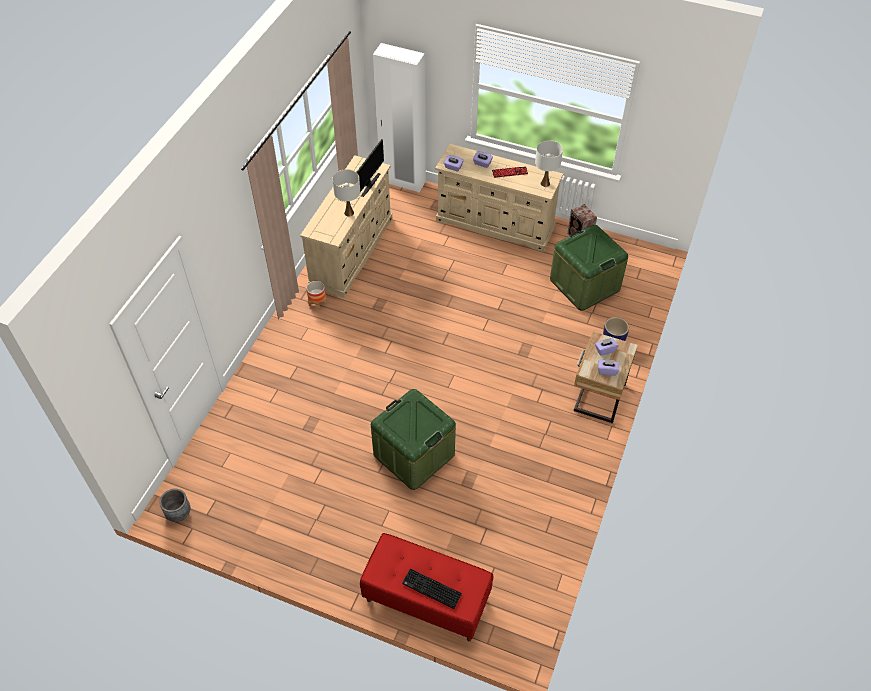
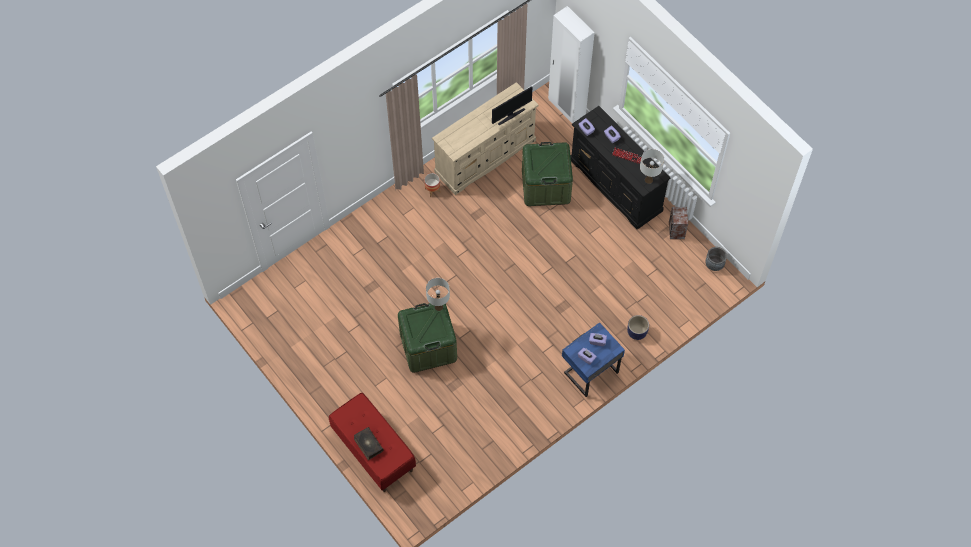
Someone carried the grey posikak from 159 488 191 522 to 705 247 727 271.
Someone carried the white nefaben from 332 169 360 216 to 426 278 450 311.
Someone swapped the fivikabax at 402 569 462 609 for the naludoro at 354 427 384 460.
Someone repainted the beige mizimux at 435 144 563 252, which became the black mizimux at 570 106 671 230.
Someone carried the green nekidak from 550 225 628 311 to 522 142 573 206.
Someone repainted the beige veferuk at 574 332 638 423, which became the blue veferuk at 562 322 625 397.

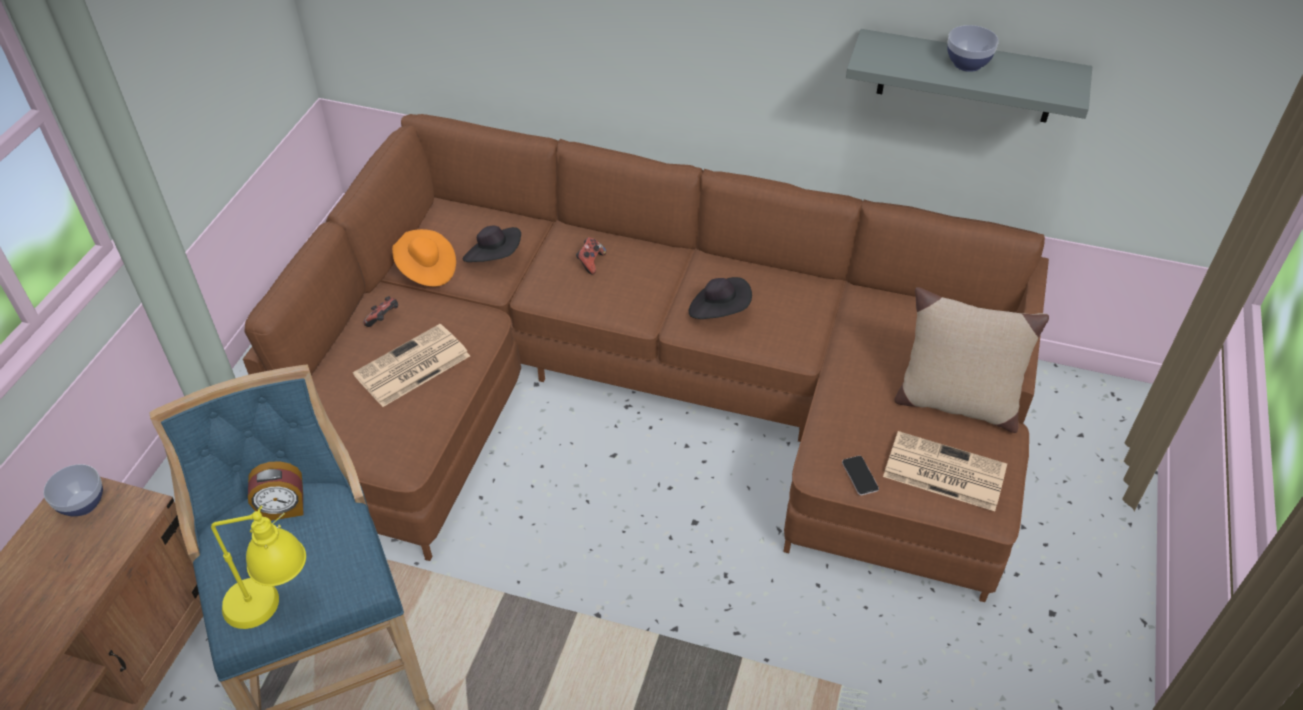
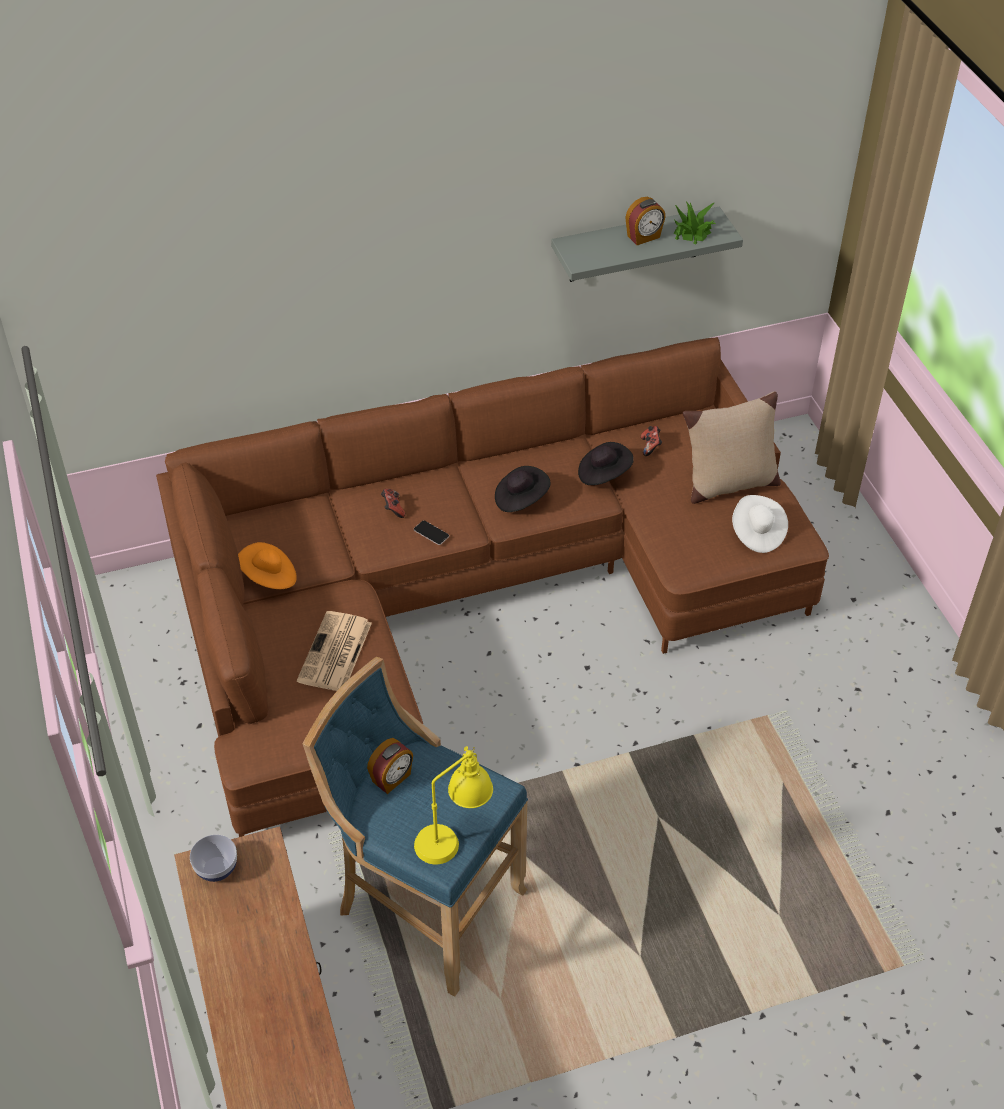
Someone carried the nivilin from 363 296 398 327 to 641 426 662 456.
Someone carried the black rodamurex from 463 226 521 262 to 578 442 634 485.
Someone carried the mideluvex from 842 456 879 495 to 414 520 449 545.
Someone swapped the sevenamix at 883 431 1007 511 for the white rodamurex at 732 495 788 553.
Someone swapped the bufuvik at 947 25 999 72 for the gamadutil at 625 197 666 245.
Someone put down the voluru at 673 202 716 244.

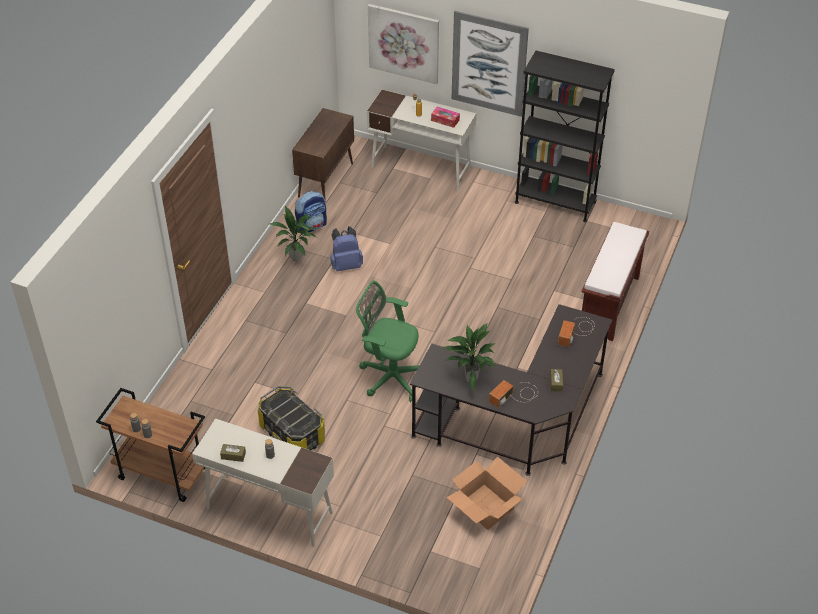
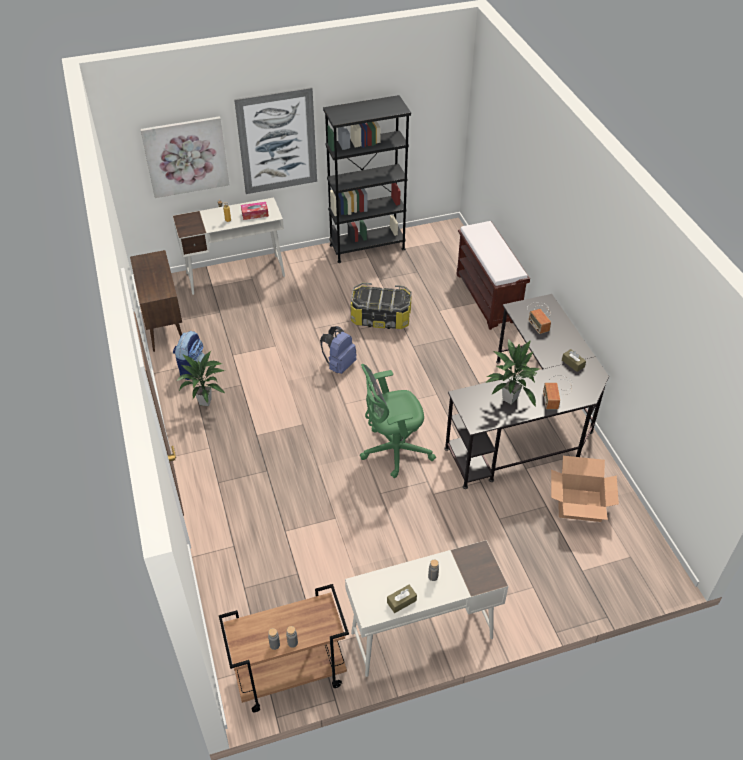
Someone carried the nekidak from 258 386 325 451 to 351 283 412 329.
Someone carried the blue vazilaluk from 330 226 363 271 to 320 326 357 374.

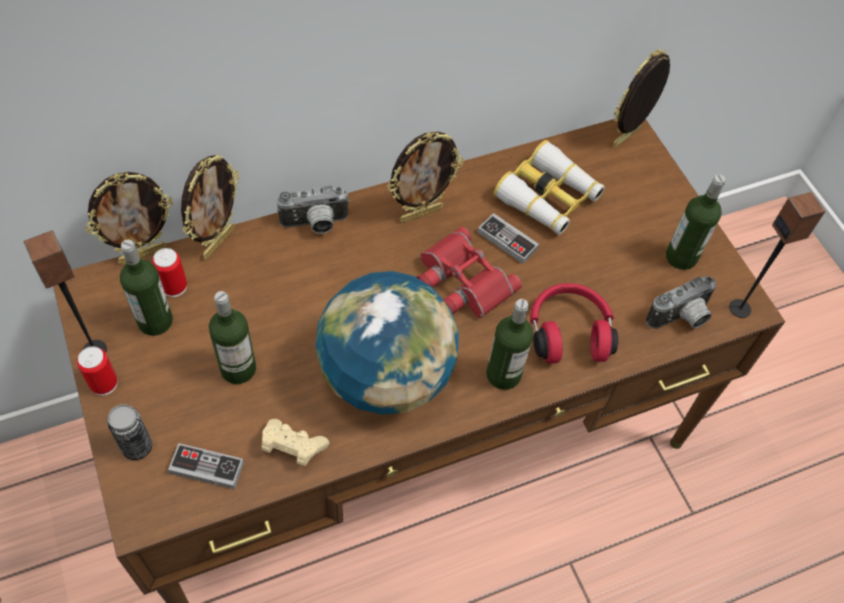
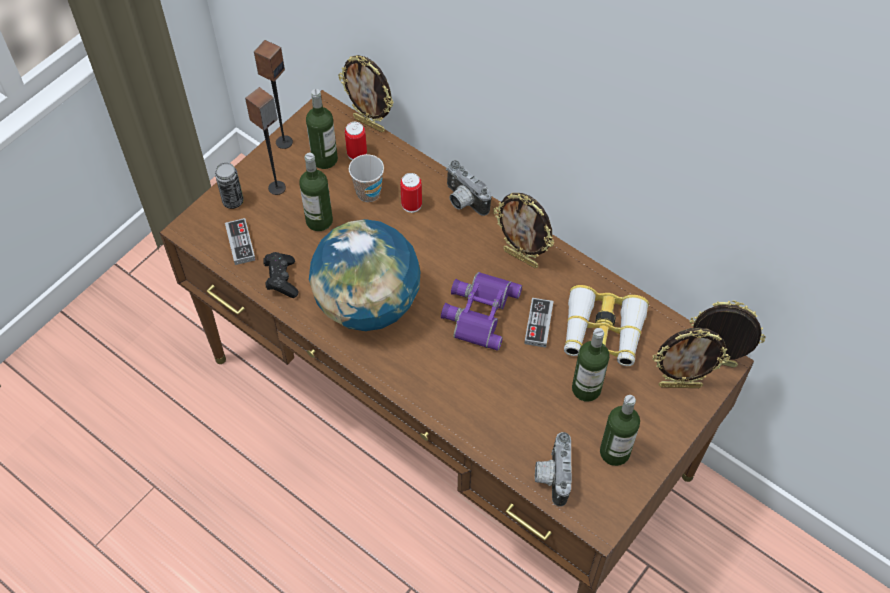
Someone carried the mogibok from 77 346 118 395 to 400 173 422 213.
Someone carried the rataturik from 181 154 239 259 to 653 328 730 388.
Someone repainted the beige nivilin at 262 419 330 466, which became the black nivilin at 263 252 298 298.
Someone repainted the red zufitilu at 416 227 522 318, which became the purple zufitilu at 441 272 522 351.
Someone carried the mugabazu from 486 299 533 390 to 572 328 609 401.
Someone took away the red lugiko at 530 283 618 364.
Someone rotated the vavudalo at 646 276 717 329 by 60 degrees clockwise.
Someone carried the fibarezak from 729 192 826 318 to 245 87 286 195.
Someone put down the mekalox at 349 154 384 202.

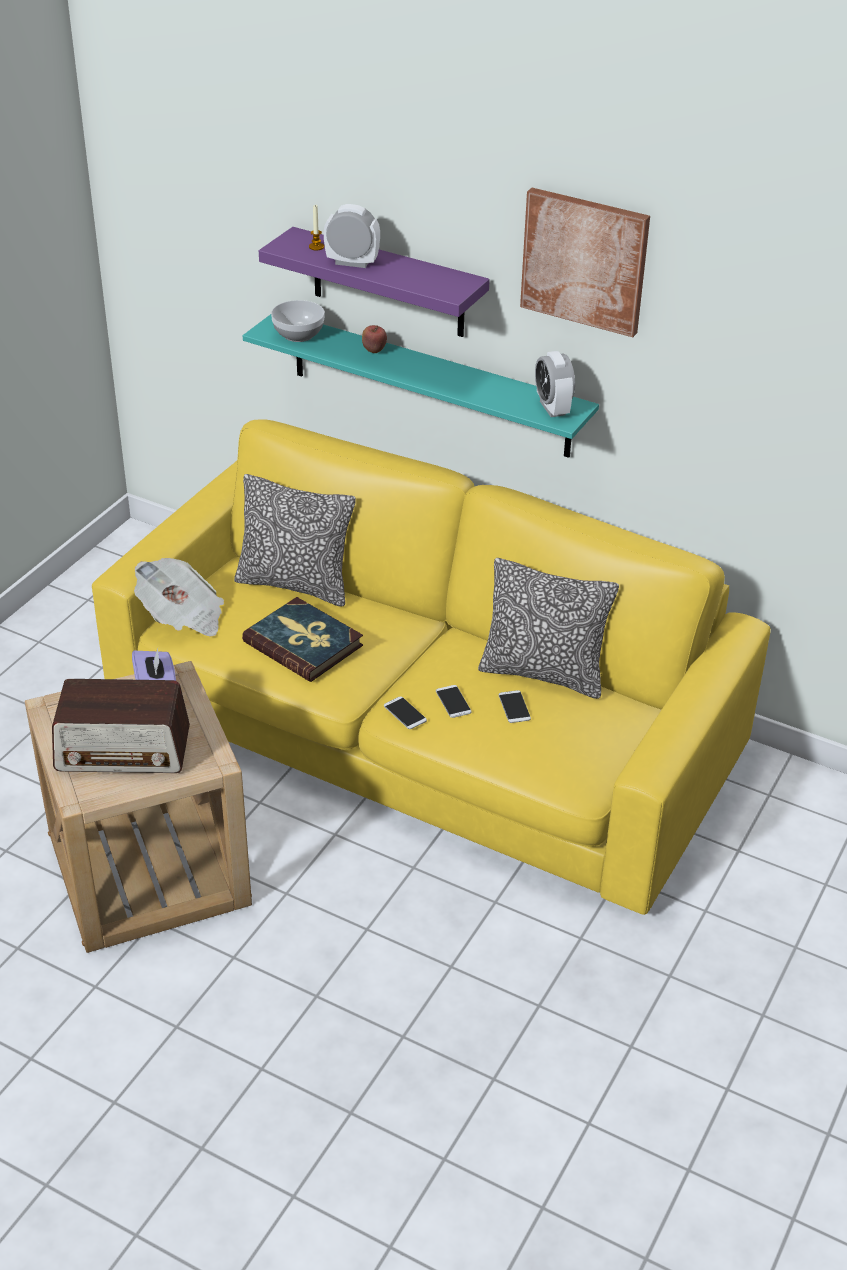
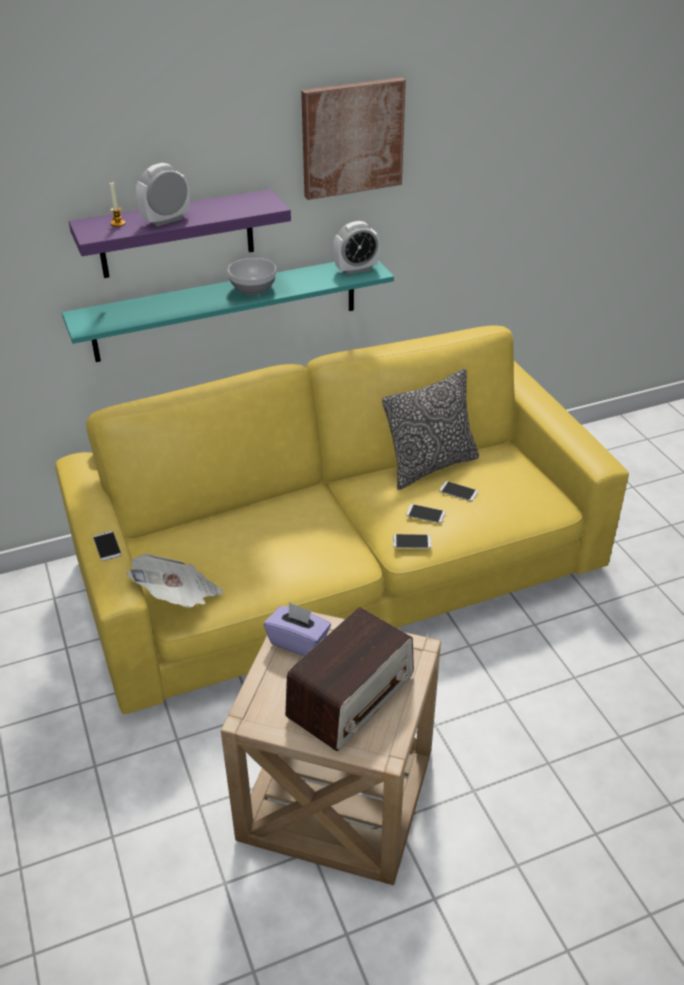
Someone took away the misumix at 234 474 356 607.
Someone took away the naludoro at 242 597 363 682.
Someone carried the bufuvik from 271 300 325 342 to 228 258 276 295.
Someone took away the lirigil at 362 325 387 353.
Someone rotated the gamadutil at 535 351 575 417 by 45 degrees counterclockwise.
Someone put down the mideluvex at 93 531 122 561.

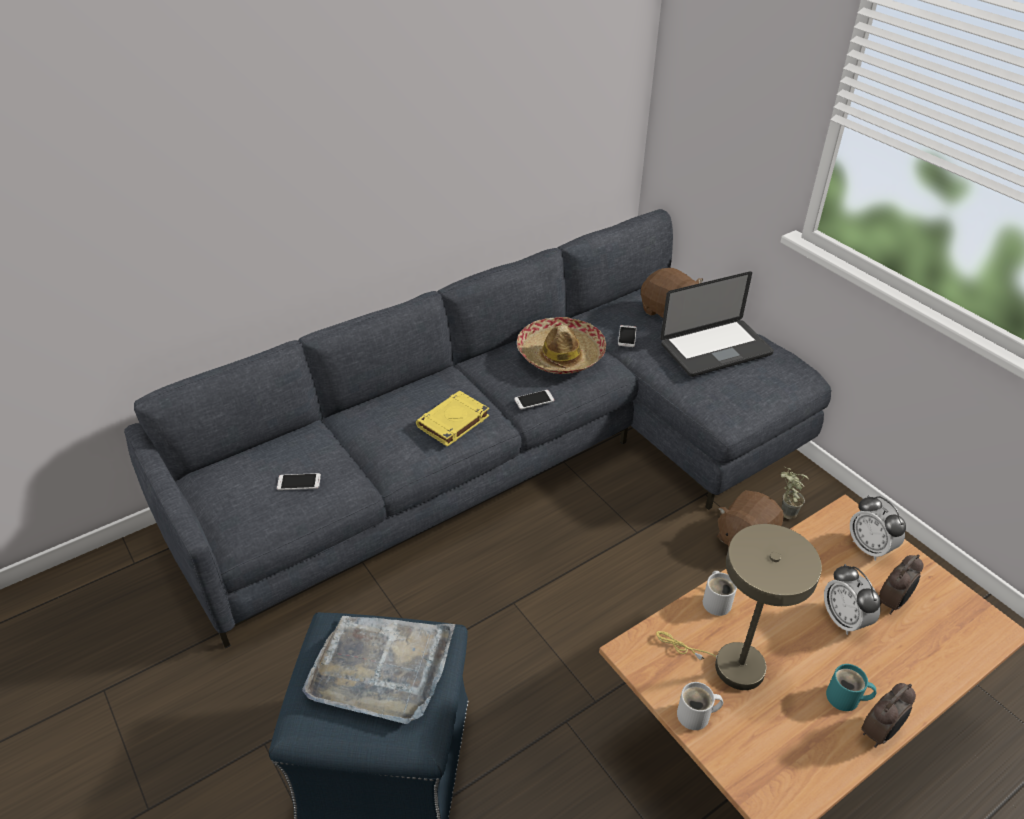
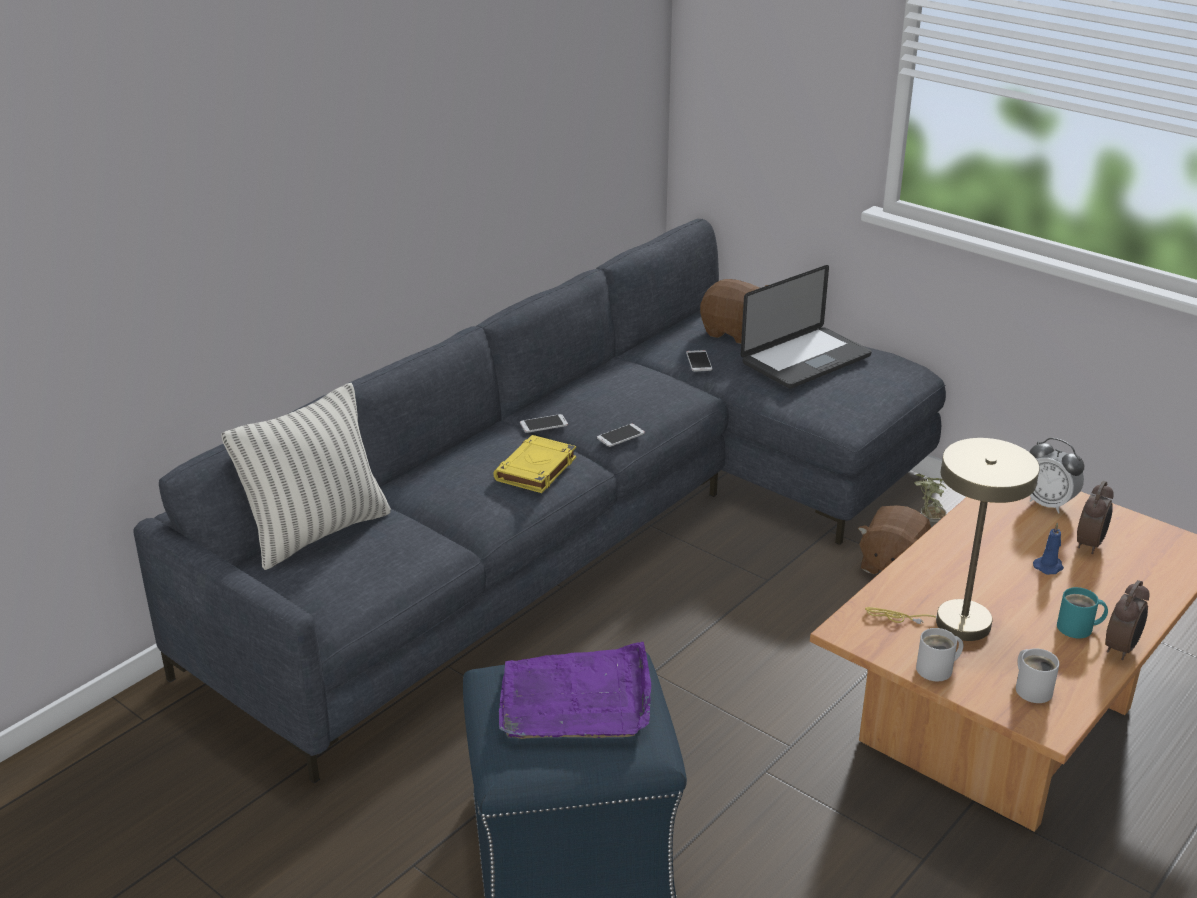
Someone carried the mideluvex from 277 473 321 490 to 520 414 568 433.
Someone repainted the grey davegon at 302 616 455 724, which became the purple davegon at 499 642 651 739.
Someone took away the rodamurex at 517 317 606 374.
Someone carried the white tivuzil from 703 571 737 616 to 1016 648 1059 703.
Someone swapped the gamadutil at 824 564 881 635 for the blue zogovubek at 1033 522 1064 575.
Someone put down the misumix at 221 383 391 570.

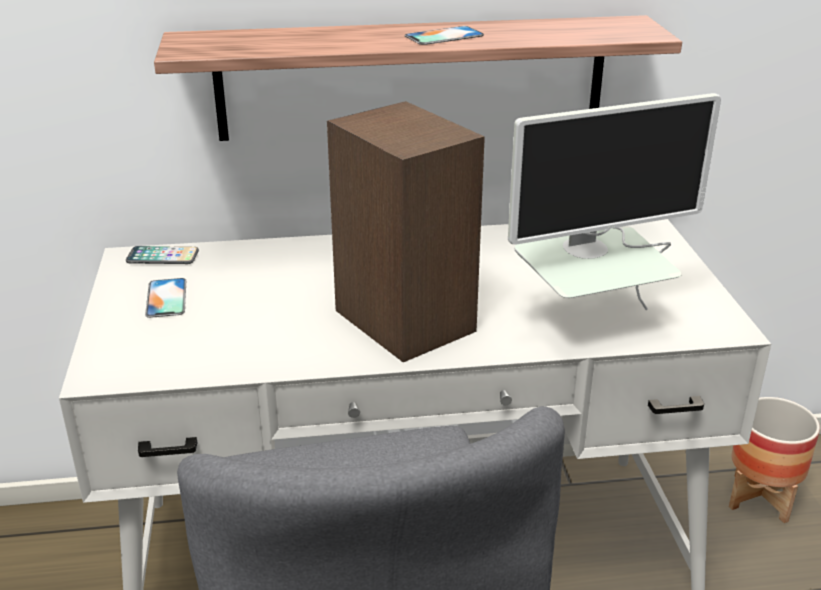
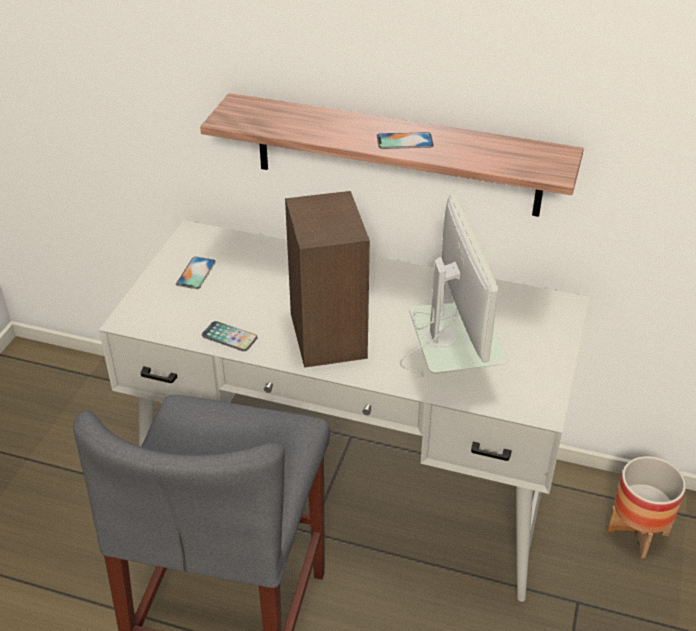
Someone carried the mideluvex from 126 246 199 264 to 202 321 258 351.
Someone rotated the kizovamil at 508 93 721 310 by 105 degrees counterclockwise.

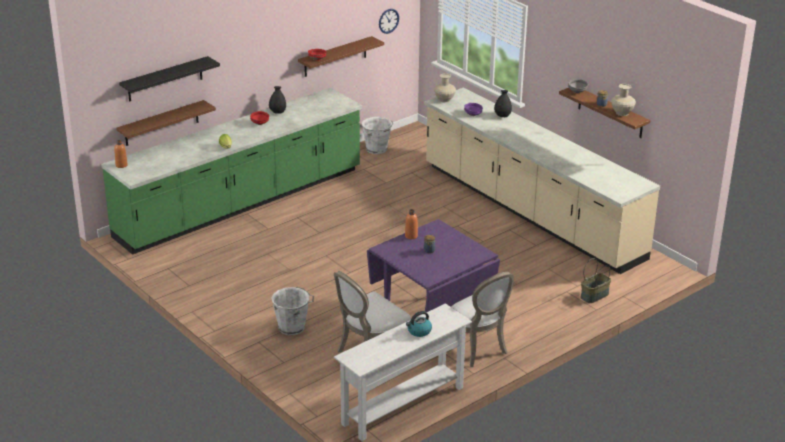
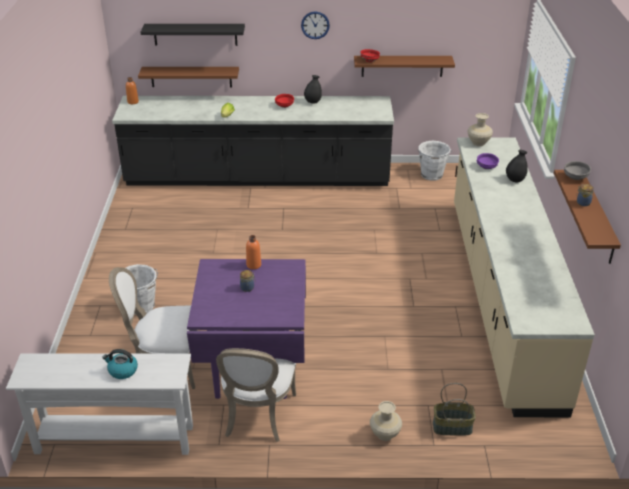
Someone repainted the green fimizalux at 101 88 362 255, which became the black fimizalux at 112 96 394 186.
Someone carried the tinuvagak from 379 9 399 34 to 301 11 330 39.
Someone carried the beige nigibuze from 611 84 636 116 to 370 401 402 441.

